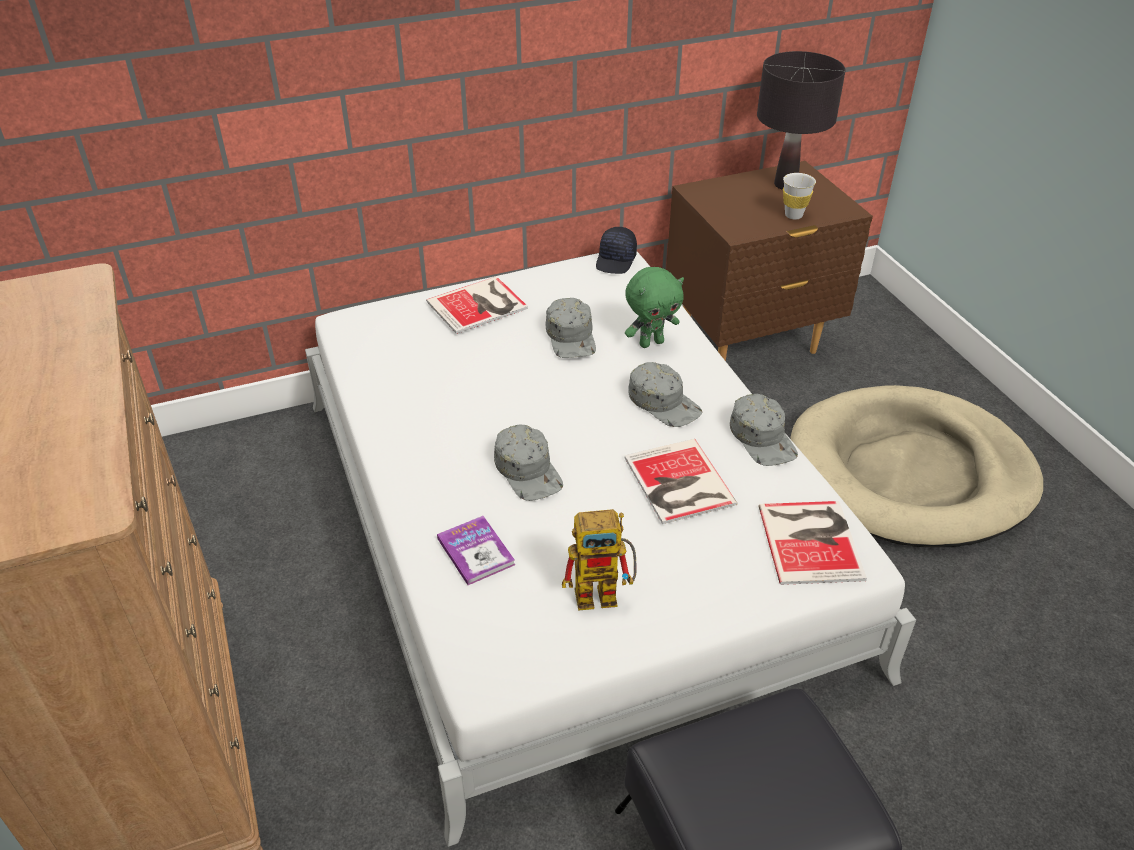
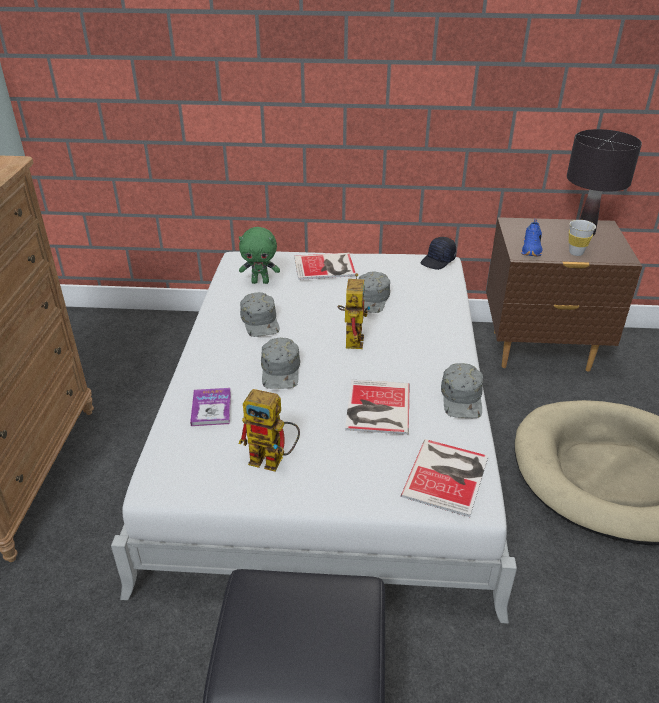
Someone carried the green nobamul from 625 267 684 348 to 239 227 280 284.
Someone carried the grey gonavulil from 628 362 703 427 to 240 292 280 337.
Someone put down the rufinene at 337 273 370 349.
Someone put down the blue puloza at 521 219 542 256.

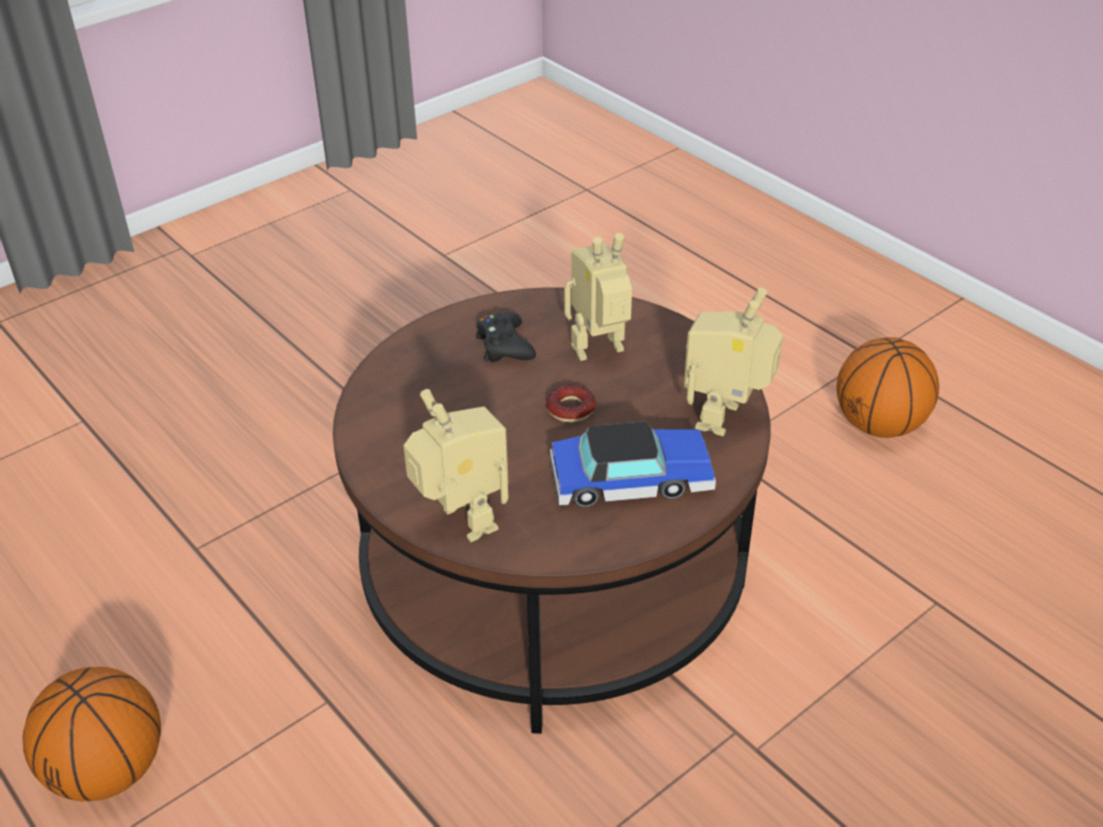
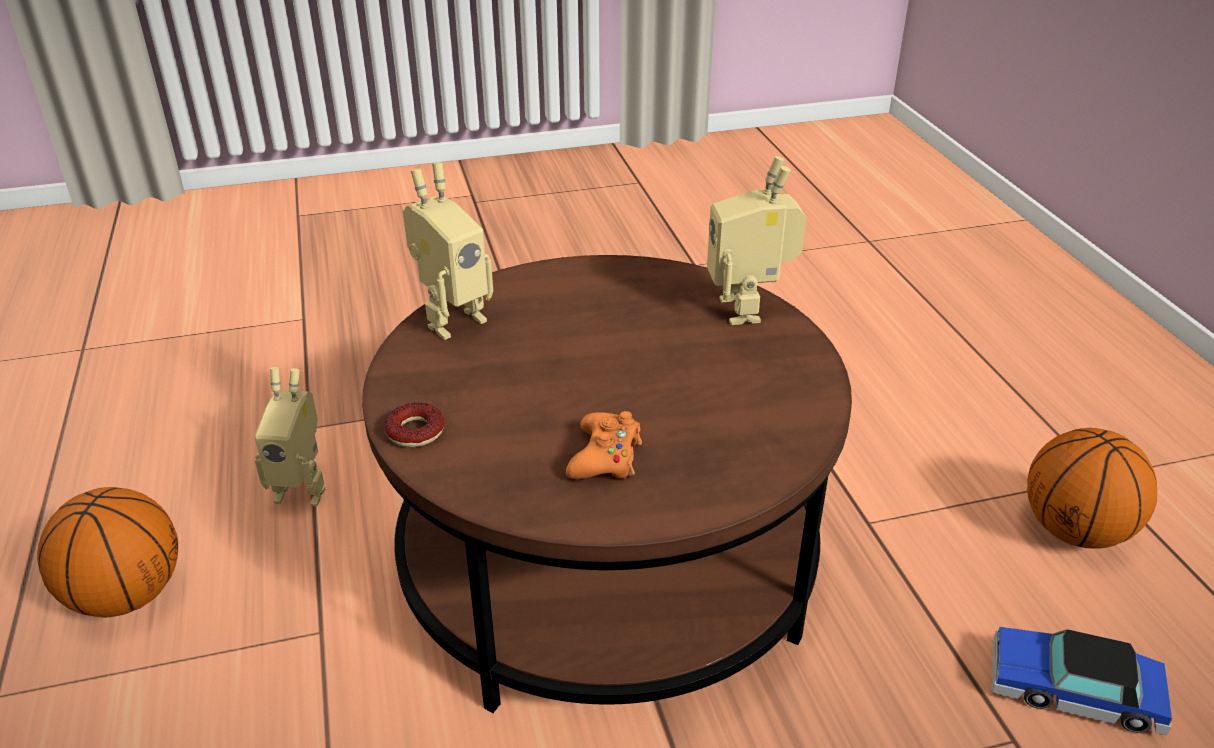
Someone repainted the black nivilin at 476 312 536 362, which became the orange nivilin at 566 411 642 479.
Someone carried the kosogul from 546 385 596 423 to 384 403 444 447.
Someone carried the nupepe from 550 421 716 507 to 992 627 1172 735.
Someone carried the rufinene from 564 233 632 361 to 254 367 325 506.

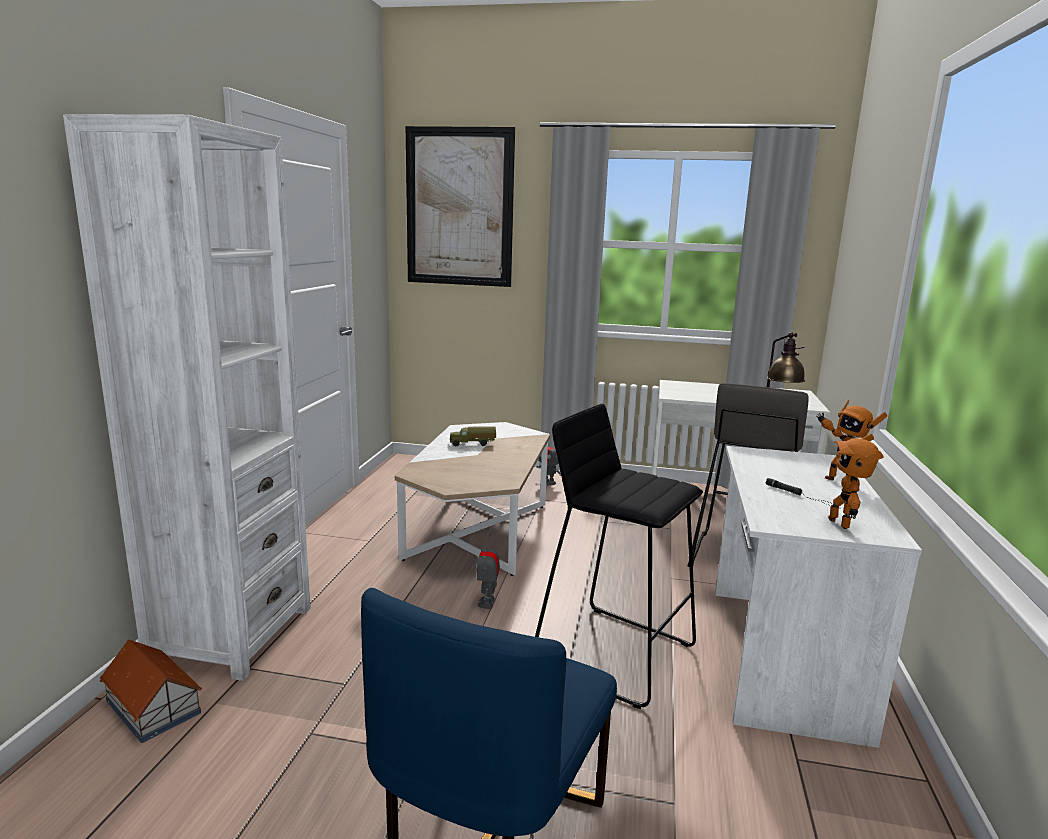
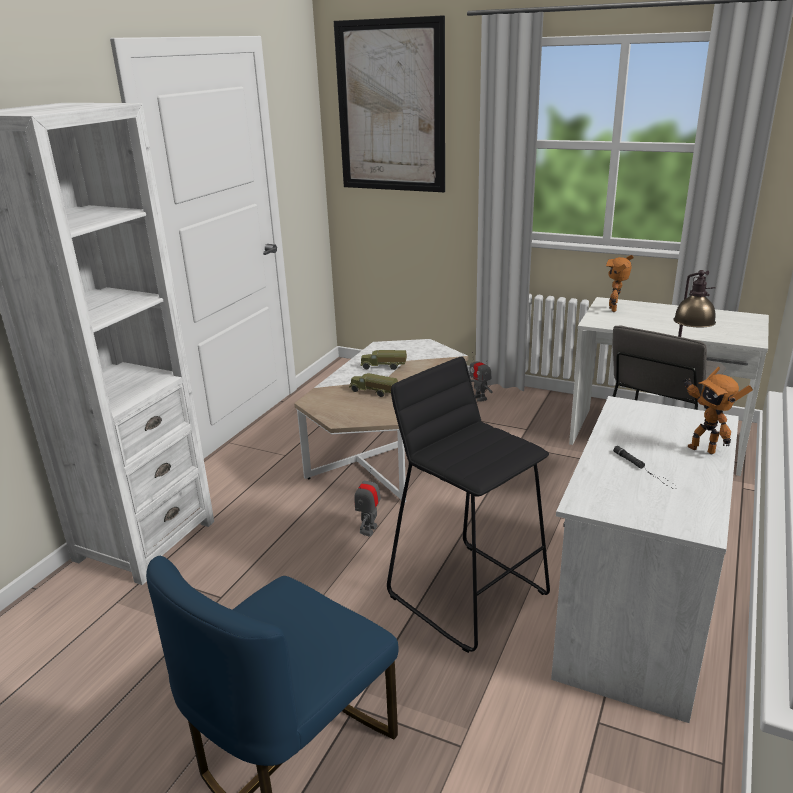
Someone took away the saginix at 100 640 202 743.
Someone carried the rufinene from 828 434 883 529 to 606 255 634 312.
Someone put down the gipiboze at 349 373 398 397.

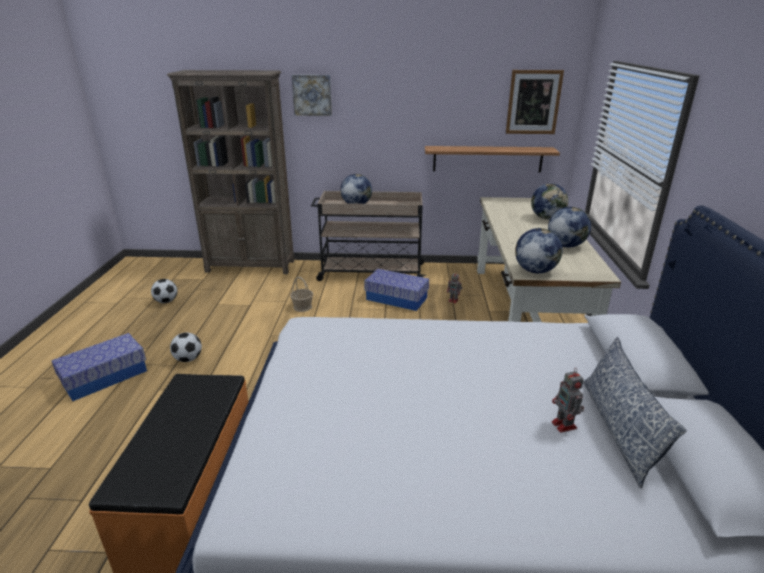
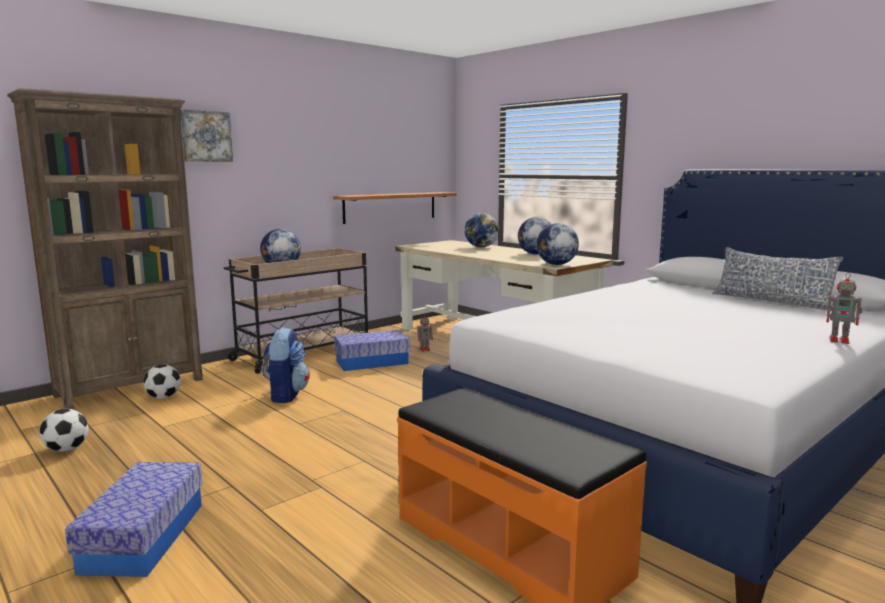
Someone carried the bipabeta from 170 332 202 362 to 143 364 181 399.
Someone swapped the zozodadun at 290 277 313 312 for the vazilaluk at 262 327 310 403.
Someone took away the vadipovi at 506 70 564 134.
Someone carried the rufinene from 551 368 584 433 to 826 272 863 344.

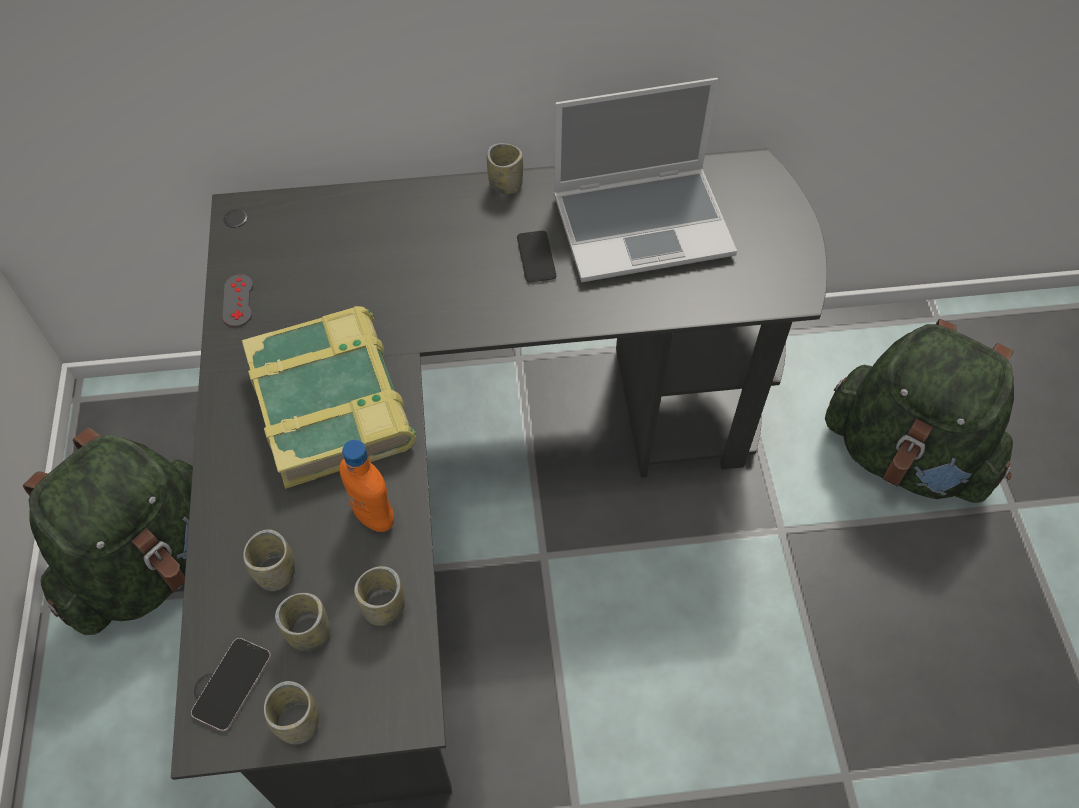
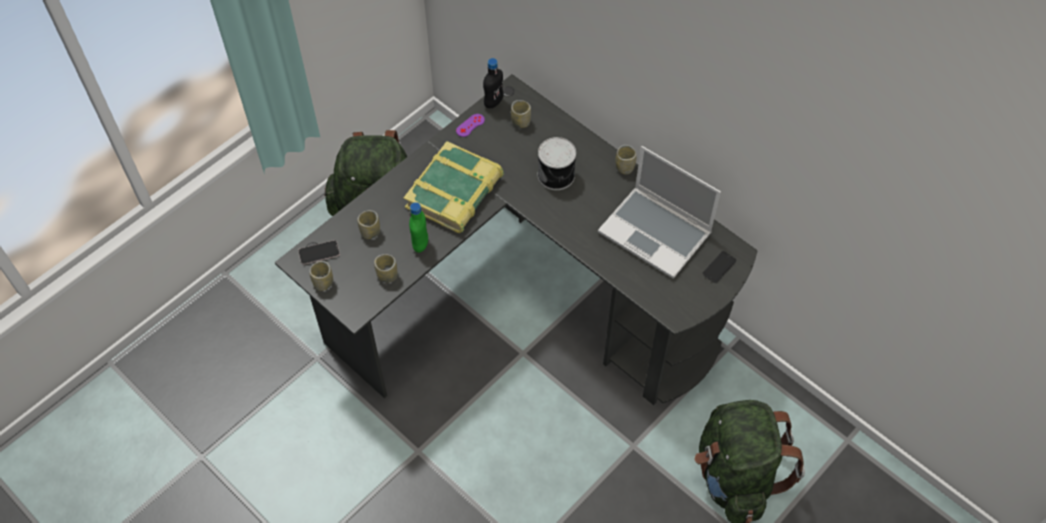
Someone repainted the grey nivilin at 223 274 253 327, which became the purple nivilin at 456 114 485 137.
Someone carried the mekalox from 275 593 331 651 to 511 100 531 128.
Someone repainted the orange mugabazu at 339 440 394 532, which became the green mugabazu at 409 202 428 253.
Someone carried the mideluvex from 517 231 556 283 to 702 251 736 283.
Someone put down the black mugabazu at 483 58 504 108.
Someone put down the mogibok at 538 137 576 190.

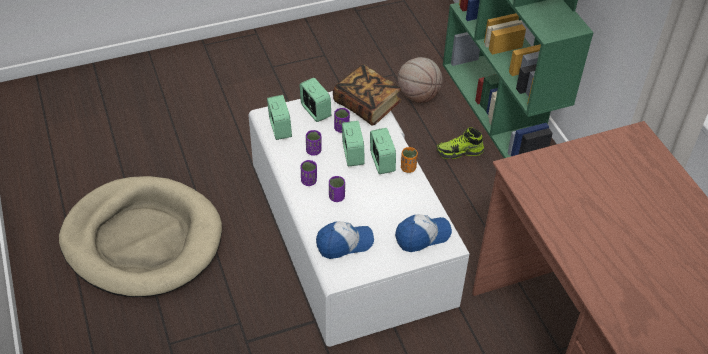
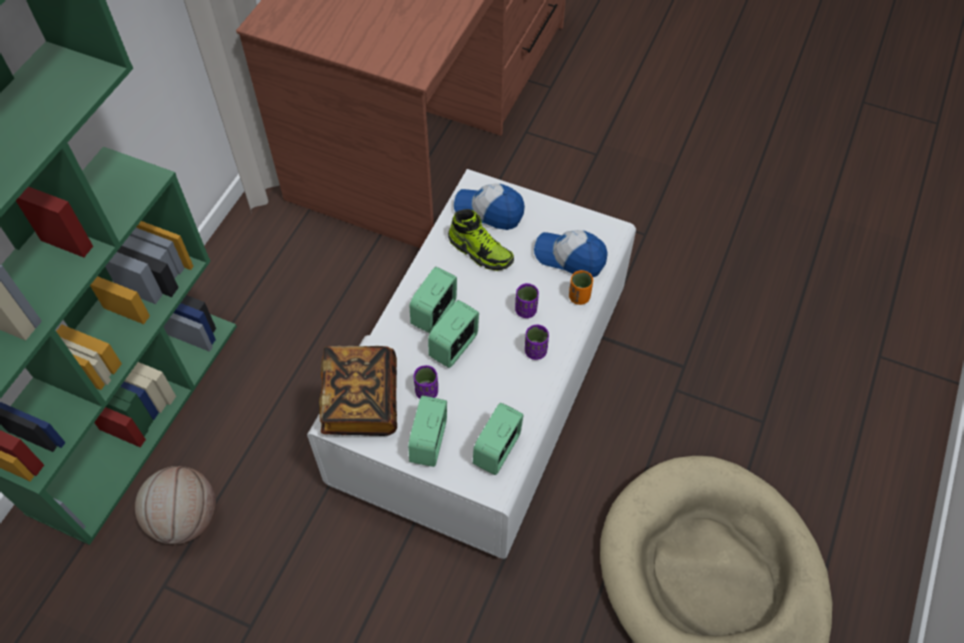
Someone took away the purple mekalox at 306 130 322 156.
Someone carried the orange mekalox from 401 147 418 173 to 569 270 593 305.
Someone carried the puloza from 436 127 484 159 to 448 209 514 271.

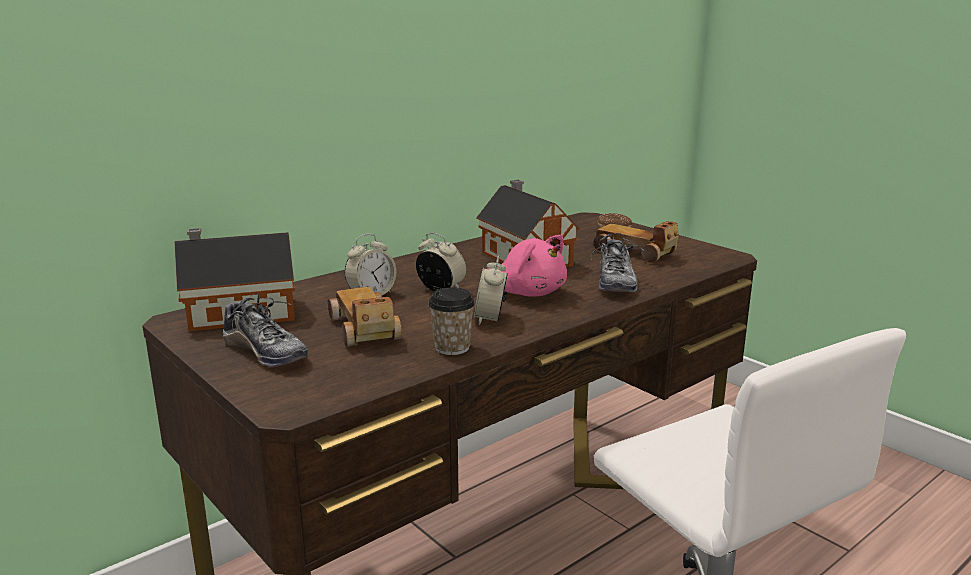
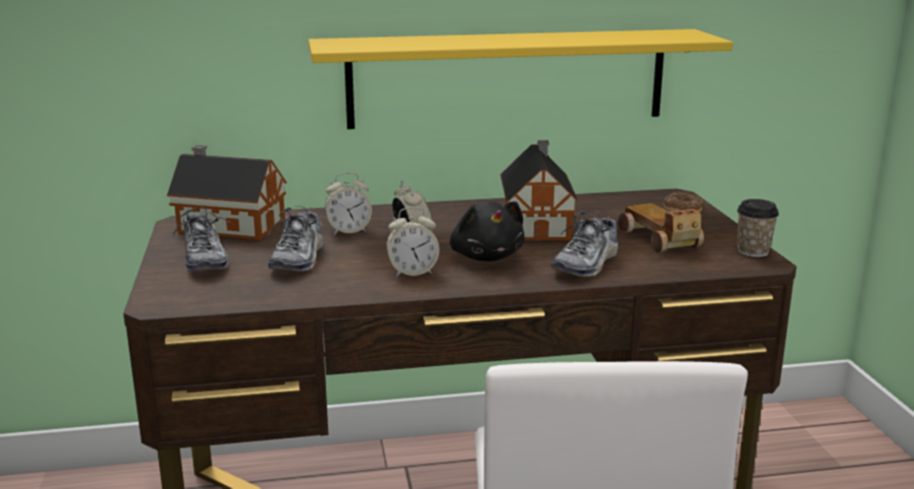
Someone swapped the nupepe at 328 287 402 347 for the puloza at 268 206 323 271.
Someone carried the mekalox from 428 287 475 355 to 737 199 779 257.
Someone rotated the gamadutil at 473 255 508 326 by 135 degrees counterclockwise.
Someone repainted the pink nobamul at 487 235 567 297, which became the black nobamul at 450 201 525 261.
Someone put up the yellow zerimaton at 308 29 733 129.

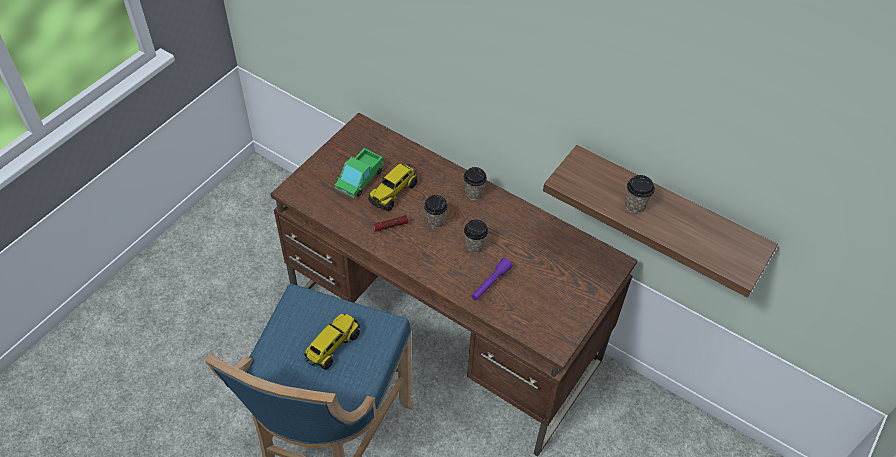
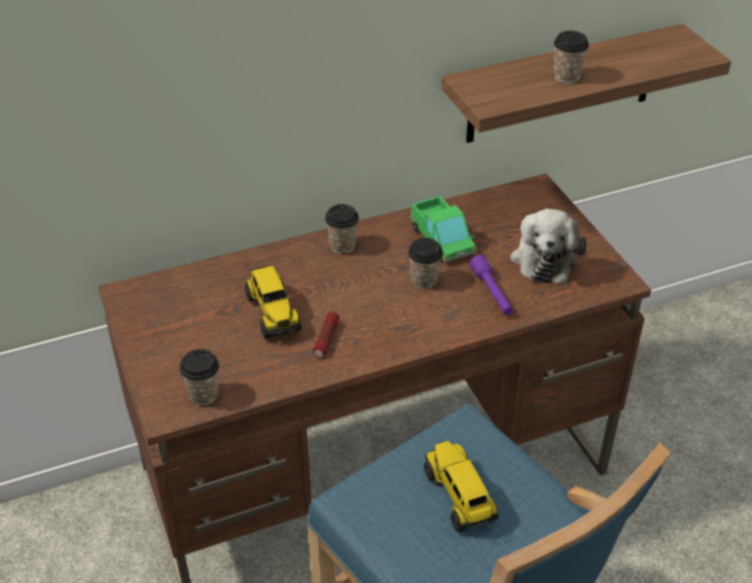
Someone carried the gipiboze from 334 148 384 198 to 410 196 476 262.
Someone carried the mekalox from 424 195 448 228 to 179 349 219 405.
Someone put down the nobamul at 510 208 587 283.

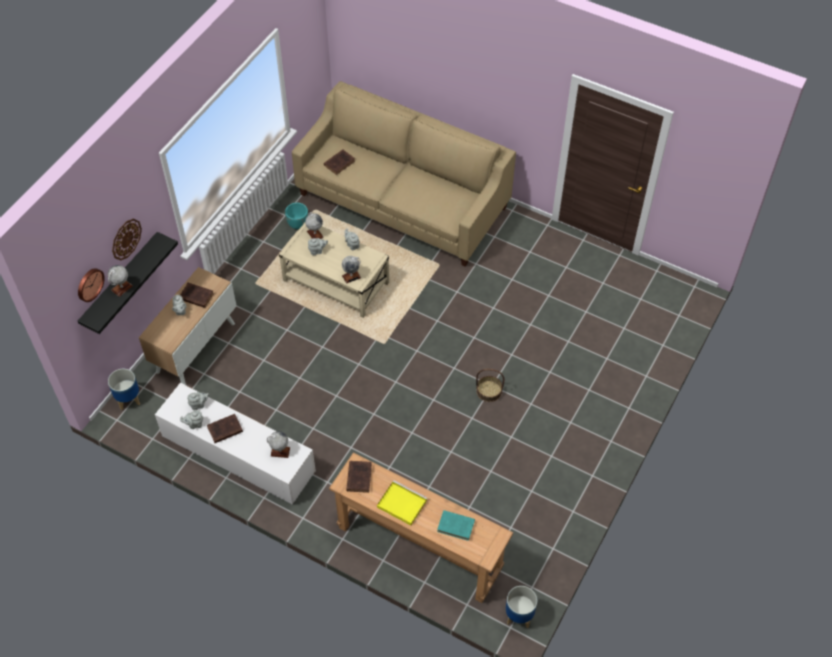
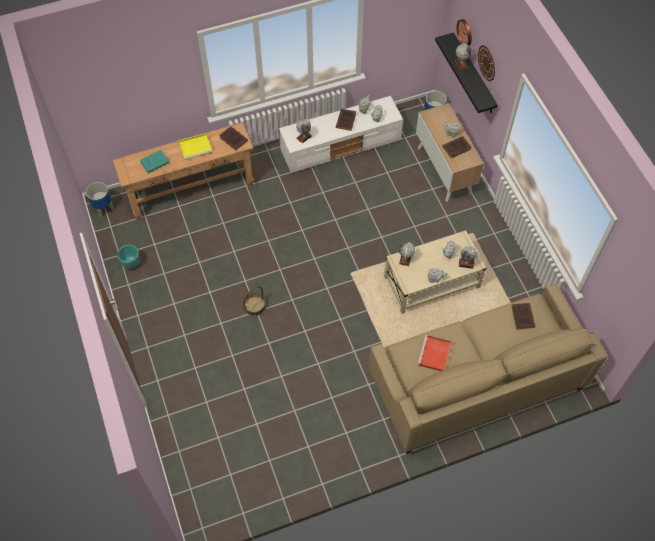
Someone carried the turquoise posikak from 285 203 308 229 to 117 245 140 269.
Someone put down the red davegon at 418 335 452 371.

